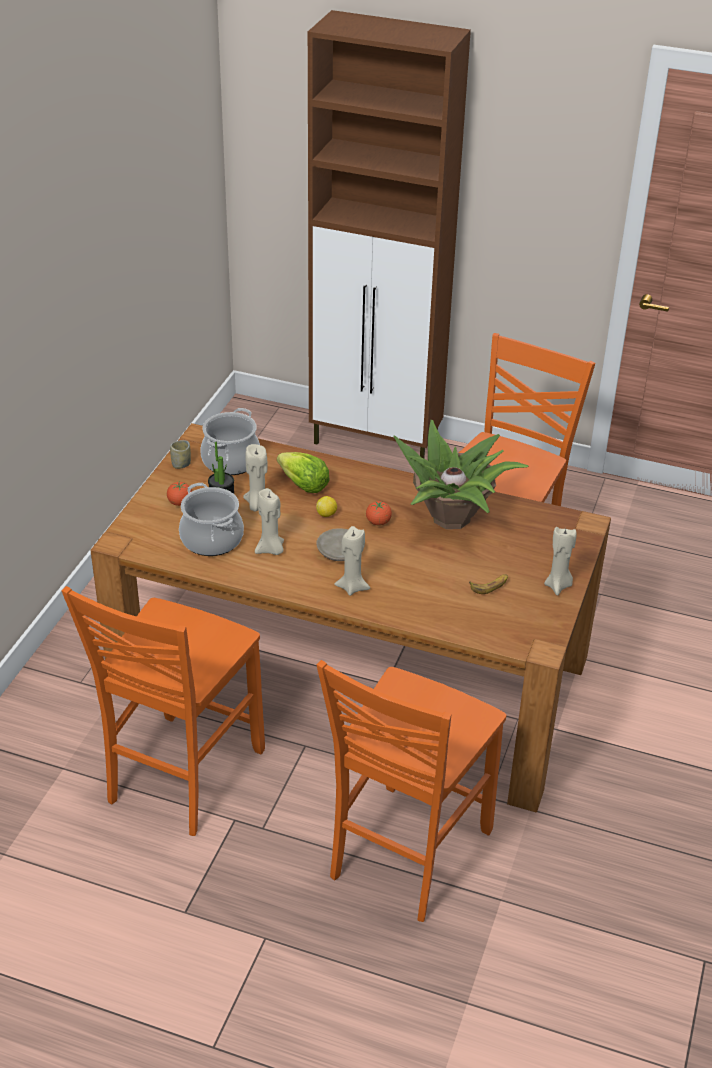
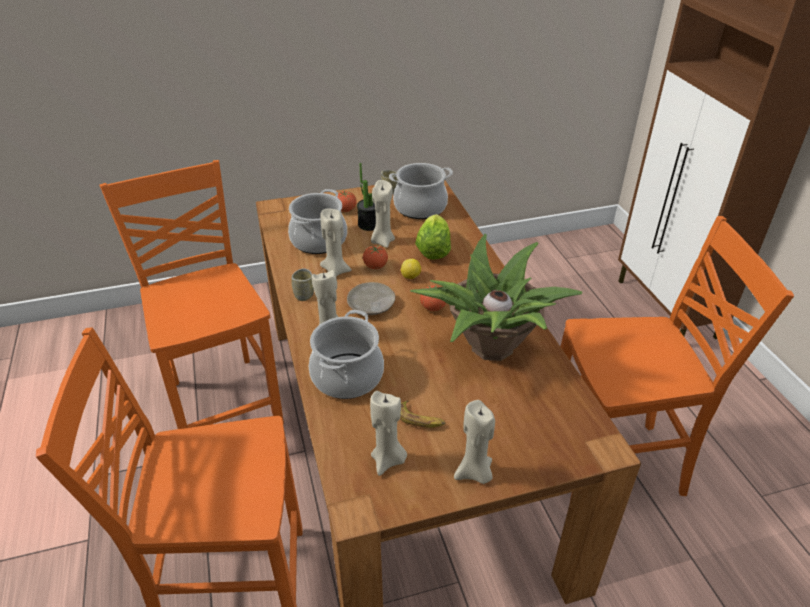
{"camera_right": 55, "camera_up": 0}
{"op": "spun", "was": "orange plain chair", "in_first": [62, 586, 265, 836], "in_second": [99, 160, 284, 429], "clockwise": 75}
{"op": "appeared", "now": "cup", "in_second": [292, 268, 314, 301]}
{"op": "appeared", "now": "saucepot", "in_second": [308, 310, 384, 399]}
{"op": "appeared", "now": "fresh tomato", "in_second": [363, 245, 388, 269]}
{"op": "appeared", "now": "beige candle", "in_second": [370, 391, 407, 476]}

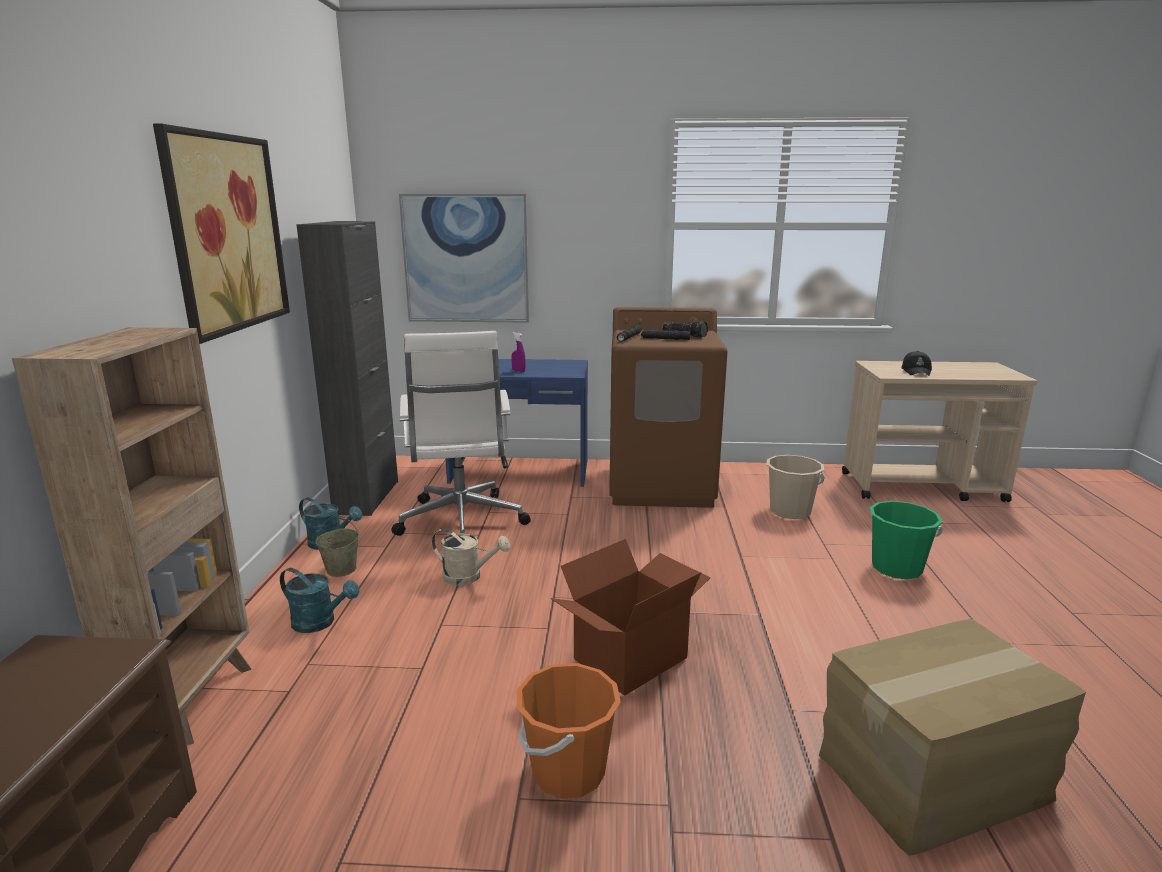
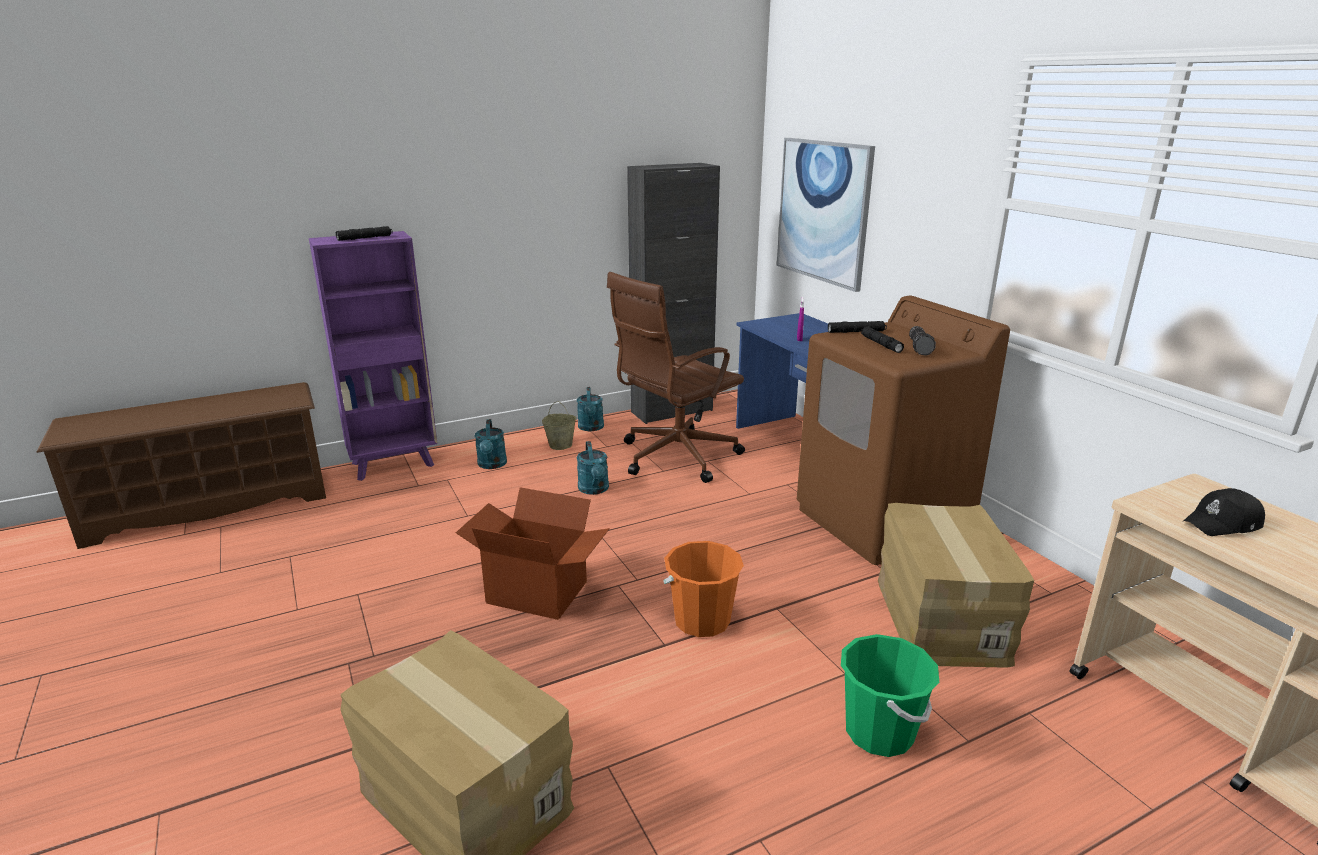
{"camera_right": 60, "camera_up": 5}
{"op": "colour", "was": "brown shelving unit", "now": "purple-coloured shelving unit", "in_first": [12, 327, 251, 746], "in_second": [309, 231, 438, 481]}
{"op": "missing", "was": "picture", "in_first": [153, 124, 290, 344]}
{"op": "colour", "was": "white-coloured office chair", "now": "brown office chair", "in_first": [391, 331, 530, 536], "in_second": [607, 272, 745, 483]}
{"op": "colour", "was": "beige sprinkling can", "now": "blue-green sprinkling can", "in_first": [432, 528, 510, 585], "in_second": [577, 441, 609, 495]}
{"op": "relocated", "was": "orange bucket", "in_first": [517, 663, 621, 799], "in_second": [663, 541, 744, 637]}
{"op": "exchanged", "was": "beige bucket", "now": "packing box", "in_first": [767, 455, 825, 519], "in_second": [878, 503, 1034, 668]}
{"op": "appeared", "now": "black torch", "in_second": [336, 226, 393, 241]}

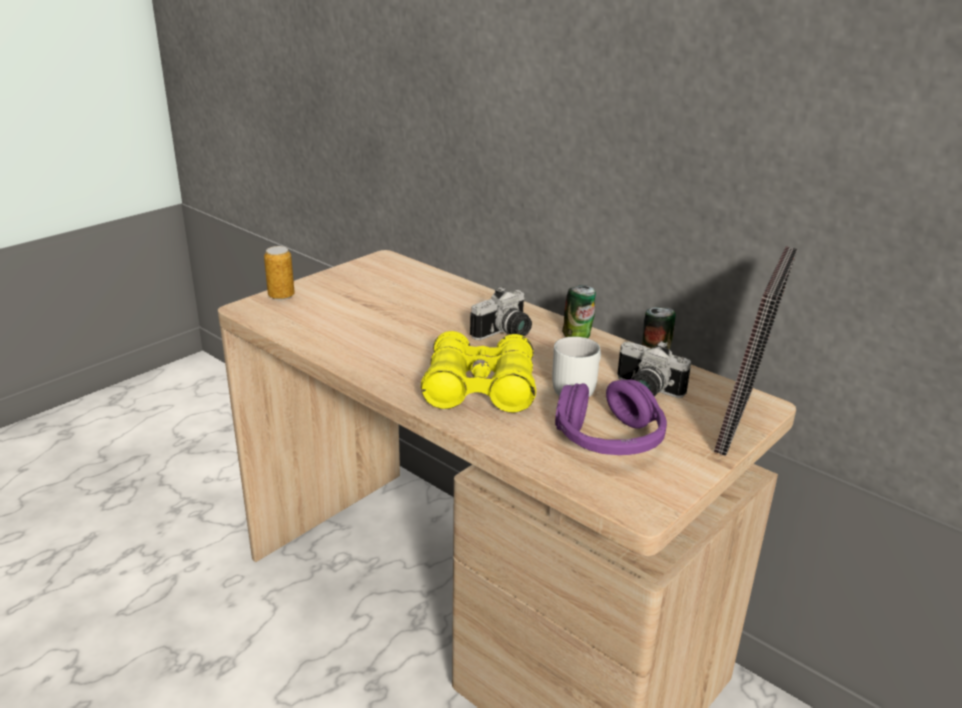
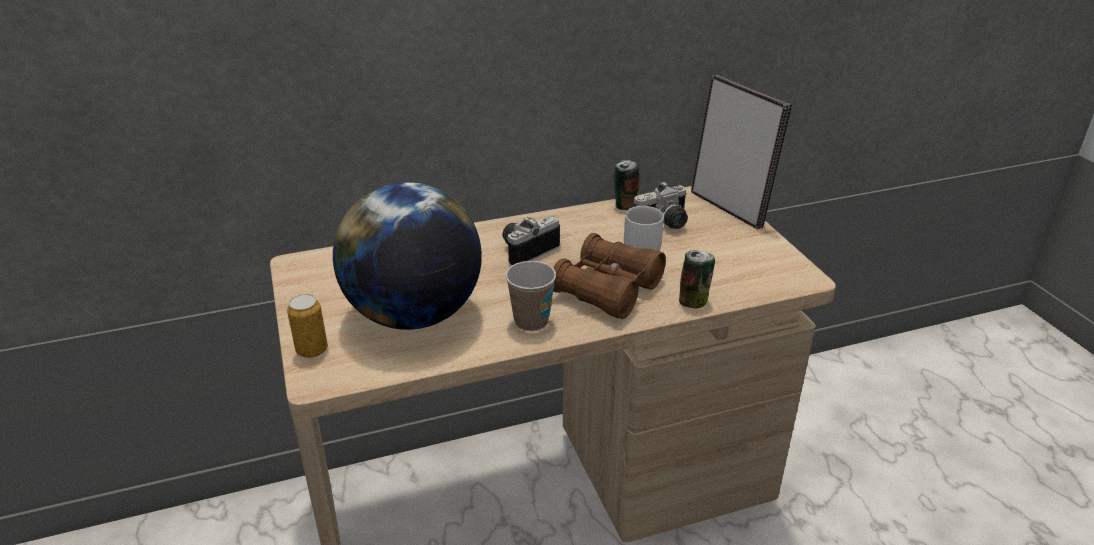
{"camera_right": -60, "camera_up": 5}
{"op": "colour", "was": "yellow pair of binoculars", "now": "brown pair of binoculars", "in_first": [421, 331, 536, 413], "in_second": [553, 233, 666, 319]}
{"op": "spun", "was": "still camera", "in_first": [470, 286, 532, 340], "in_second": [503, 216, 560, 266], "clockwise": -120}
{"op": "missing", "was": "purple-coloured headphones", "in_first": [555, 379, 667, 455]}
{"op": "relocated", "was": "sealed can", "in_first": [562, 285, 596, 338], "in_second": [679, 250, 715, 308]}
{"op": "appeared", "now": "desk globe", "in_second": [333, 182, 482, 330]}
{"op": "appeared", "now": "cup", "in_second": [505, 261, 556, 331]}

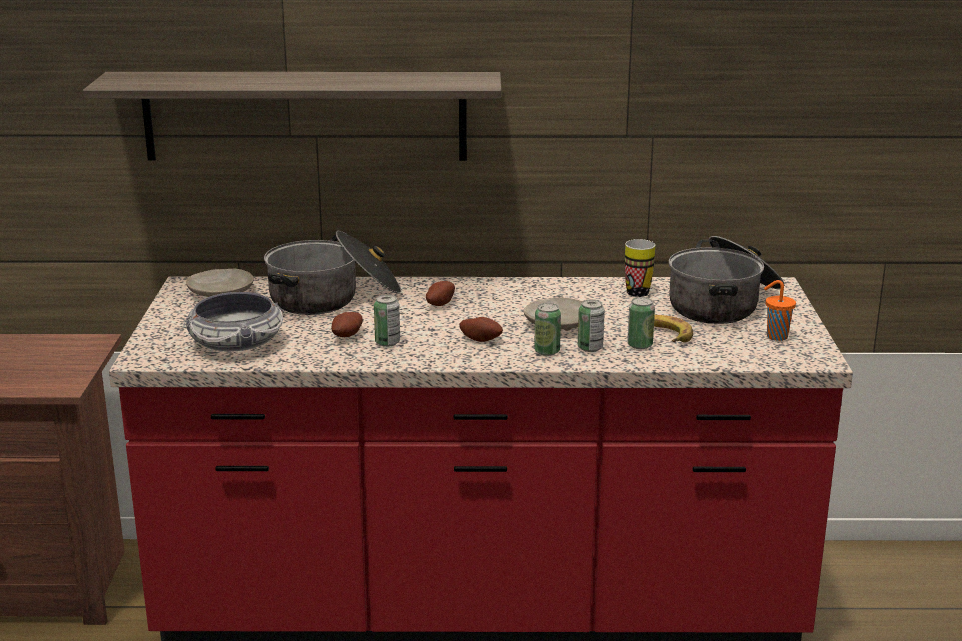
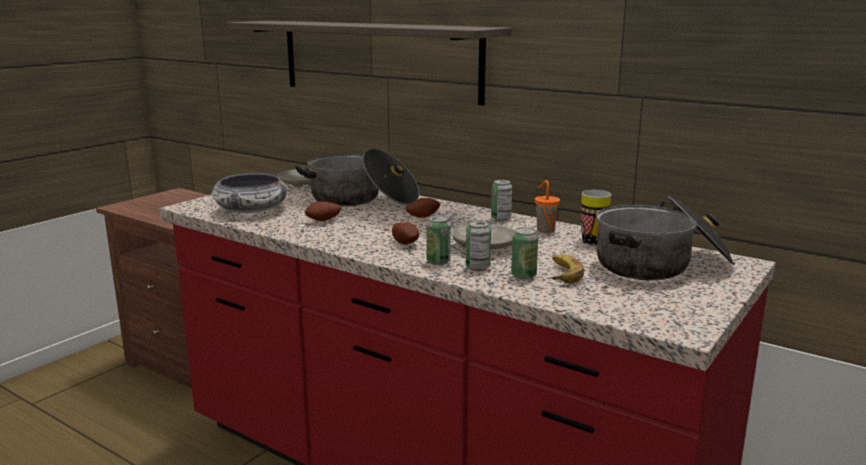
{"camera_right": 35, "camera_up": -5}
{"op": "relocated", "was": "sealed can", "in_first": [374, 295, 400, 347], "in_second": [491, 180, 512, 221]}
{"op": "relocated", "was": "orange cup", "in_first": [764, 280, 796, 341], "in_second": [535, 180, 560, 233]}

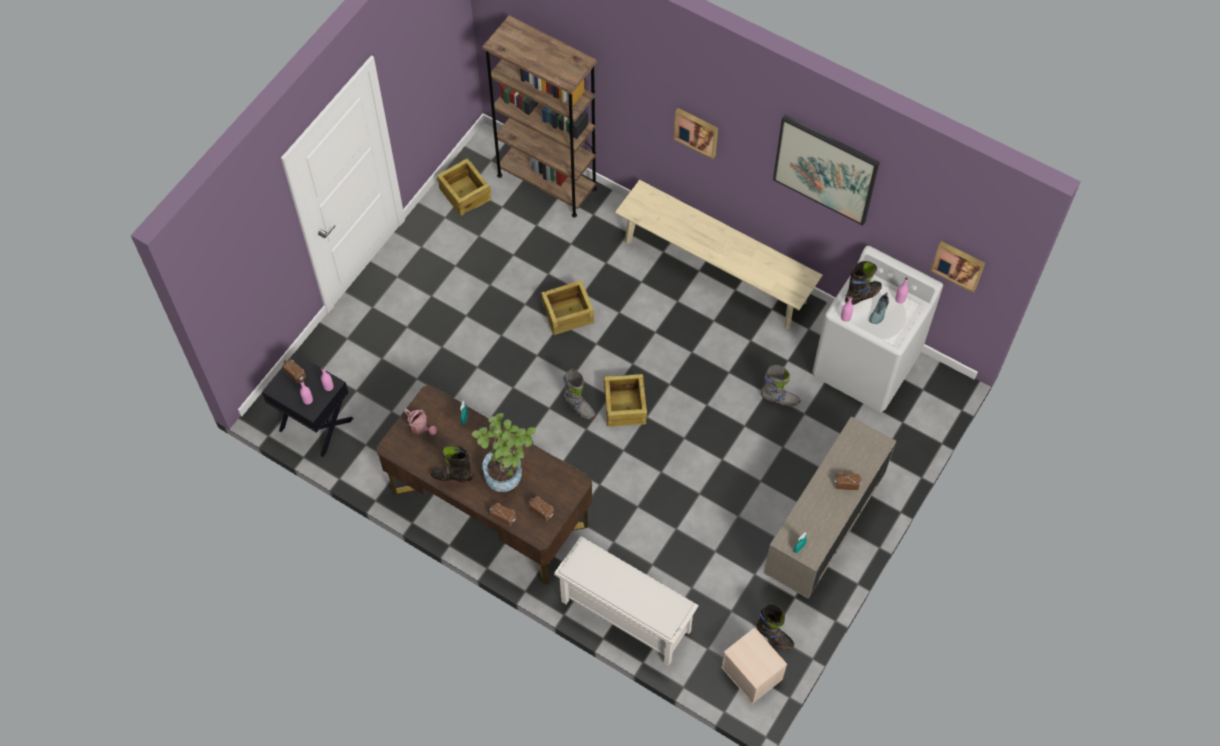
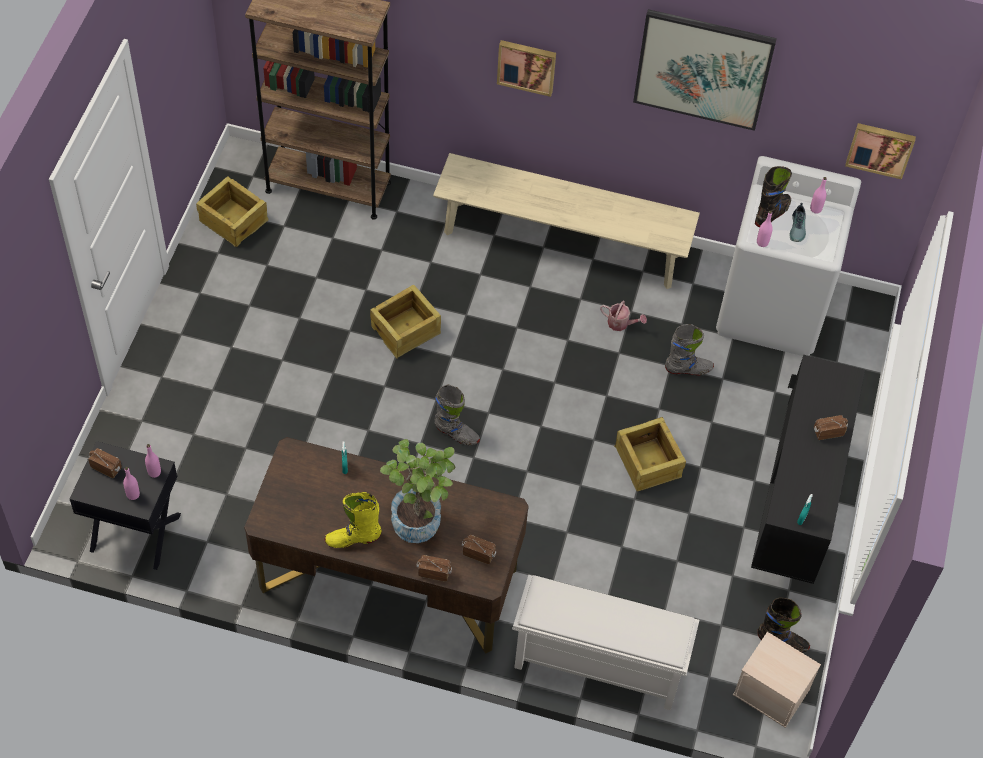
{"camera_right": -20, "camera_up": -5}
{"op": "relocated", "was": "sprinkling can", "in_first": [404, 408, 437, 435], "in_second": [600, 300, 647, 331]}
{"op": "colour", "was": "black boot", "now": "yellow boot", "in_first": [430, 444, 474, 483], "in_second": [325, 492, 382, 548]}
{"op": "relocated", "was": "packing crate", "in_first": [604, 374, 647, 427], "in_second": [614, 417, 686, 492]}
{"op": "colour", "was": "beige cabinet", "now": "black cabinet", "in_first": [764, 416, 896, 599], "in_second": [751, 355, 865, 584]}

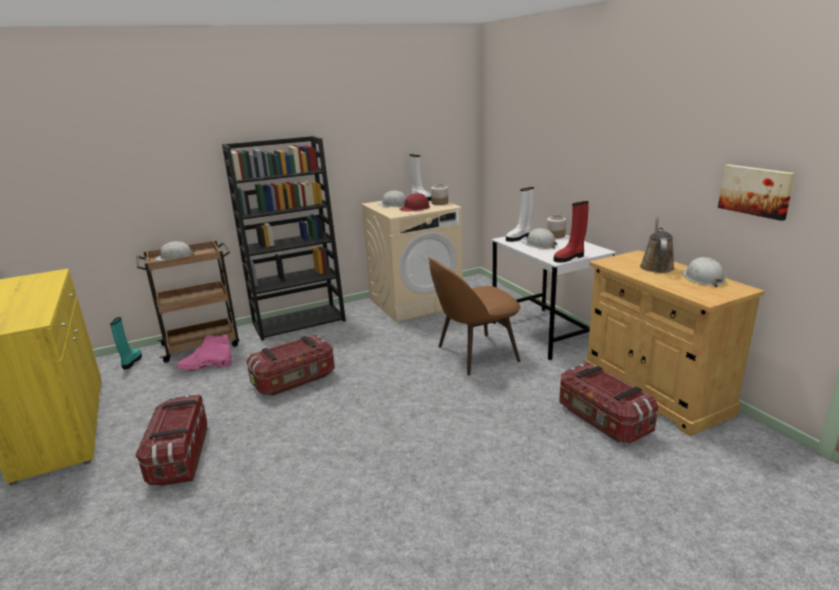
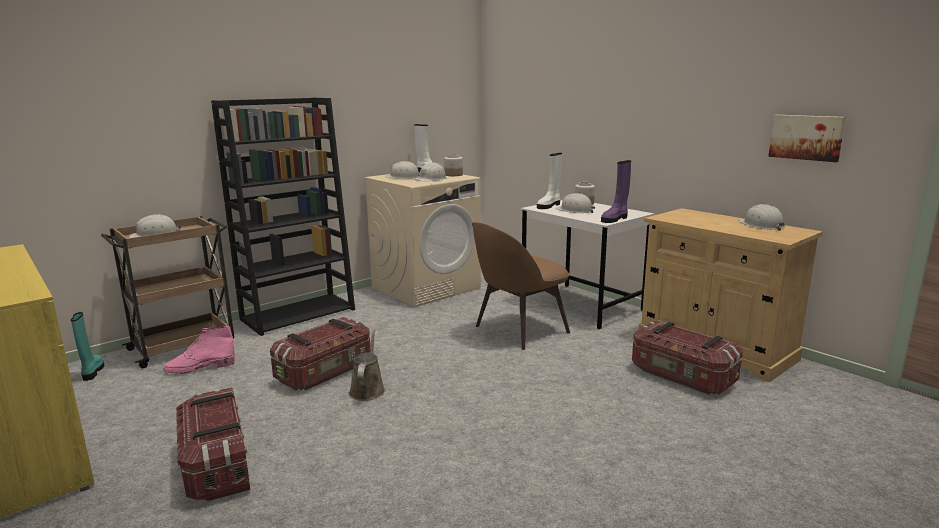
{"camera_right": -15, "camera_up": -5}
{"op": "colour", "was": "red-coloured safety helmet", "now": "white-coloured safety helmet", "in_first": [399, 193, 430, 212], "in_second": [414, 162, 447, 181]}
{"op": "colour", "was": "red-coloured boot", "now": "purple-coloured boot", "in_first": [554, 201, 589, 263], "in_second": [601, 160, 631, 223]}
{"op": "relocated", "was": "brown sprinkling can", "in_first": [640, 216, 675, 273], "in_second": [349, 330, 385, 401]}

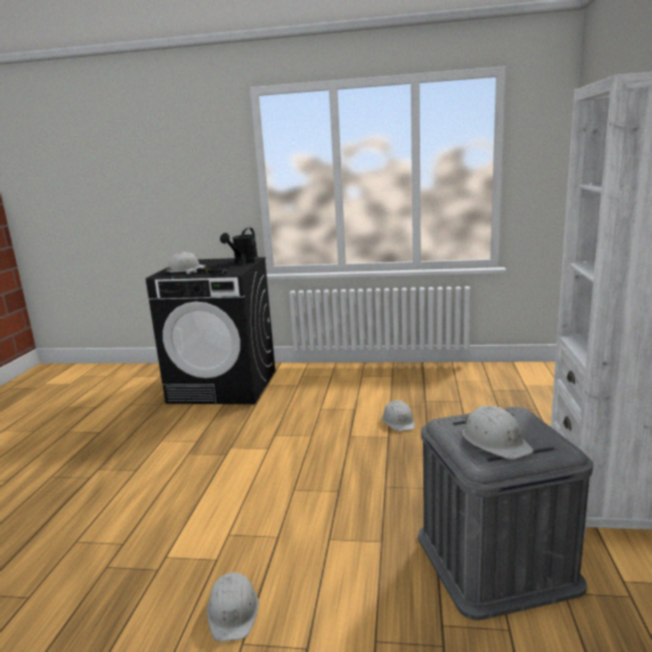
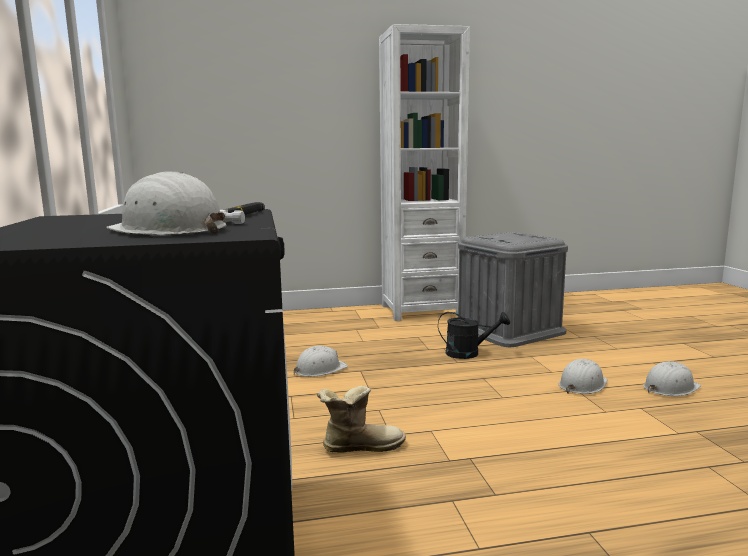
{"camera_right": -110, "camera_up": -5}
{"op": "relocated", "was": "black sprinkling can", "in_first": [220, 228, 258, 264], "in_second": [438, 312, 510, 359]}
{"op": "relocated", "was": "white-coloured safety helmet", "in_first": [463, 406, 534, 459], "in_second": [558, 359, 607, 394]}
{"op": "appeared", "now": "boot", "in_second": [317, 386, 406, 452]}

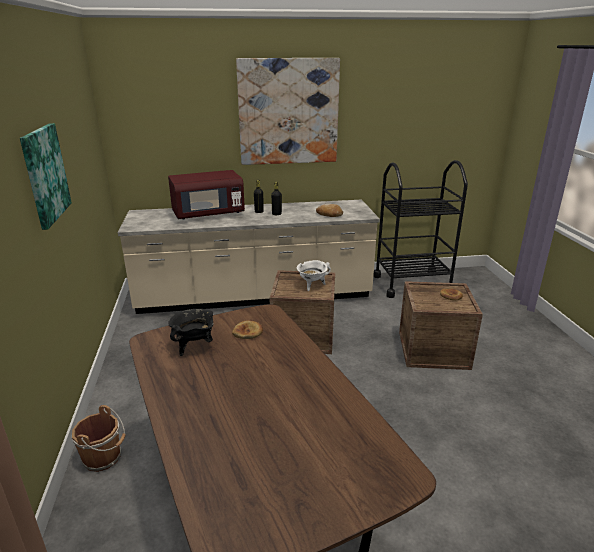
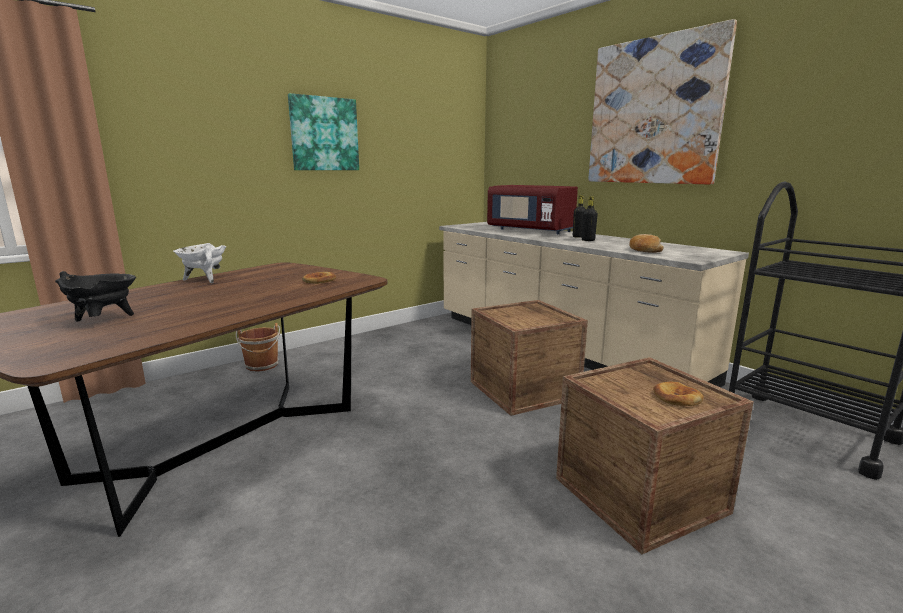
{"camera_right": 60, "camera_up": -10}
{"op": "relocated", "was": "black saucepot", "in_first": [168, 309, 213, 356], "in_second": [55, 271, 136, 322]}
{"op": "relocated", "was": "white-coloured saucepot", "in_first": [297, 260, 331, 291], "in_second": [173, 243, 226, 283]}

